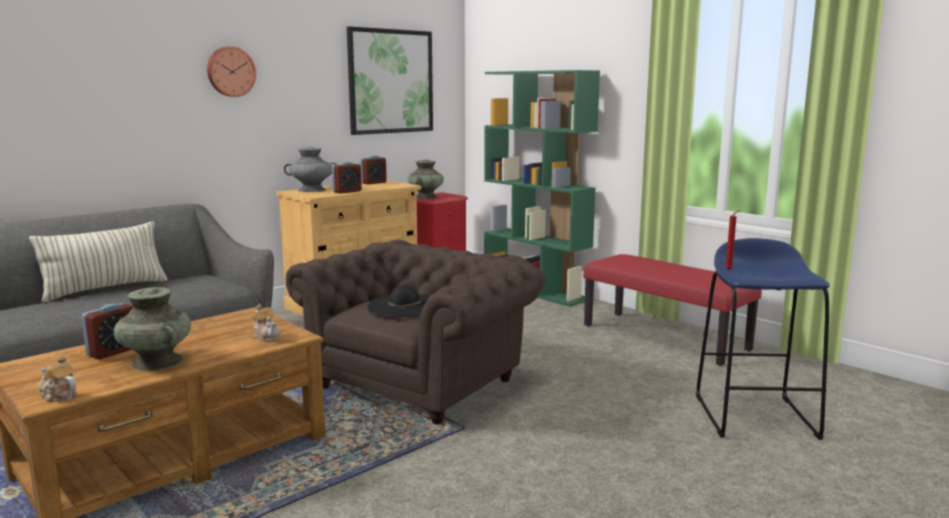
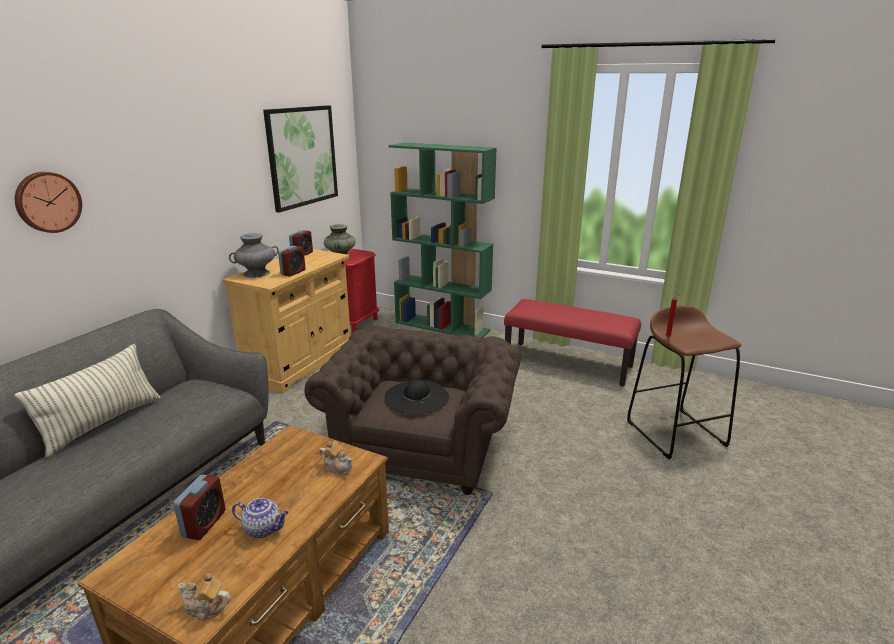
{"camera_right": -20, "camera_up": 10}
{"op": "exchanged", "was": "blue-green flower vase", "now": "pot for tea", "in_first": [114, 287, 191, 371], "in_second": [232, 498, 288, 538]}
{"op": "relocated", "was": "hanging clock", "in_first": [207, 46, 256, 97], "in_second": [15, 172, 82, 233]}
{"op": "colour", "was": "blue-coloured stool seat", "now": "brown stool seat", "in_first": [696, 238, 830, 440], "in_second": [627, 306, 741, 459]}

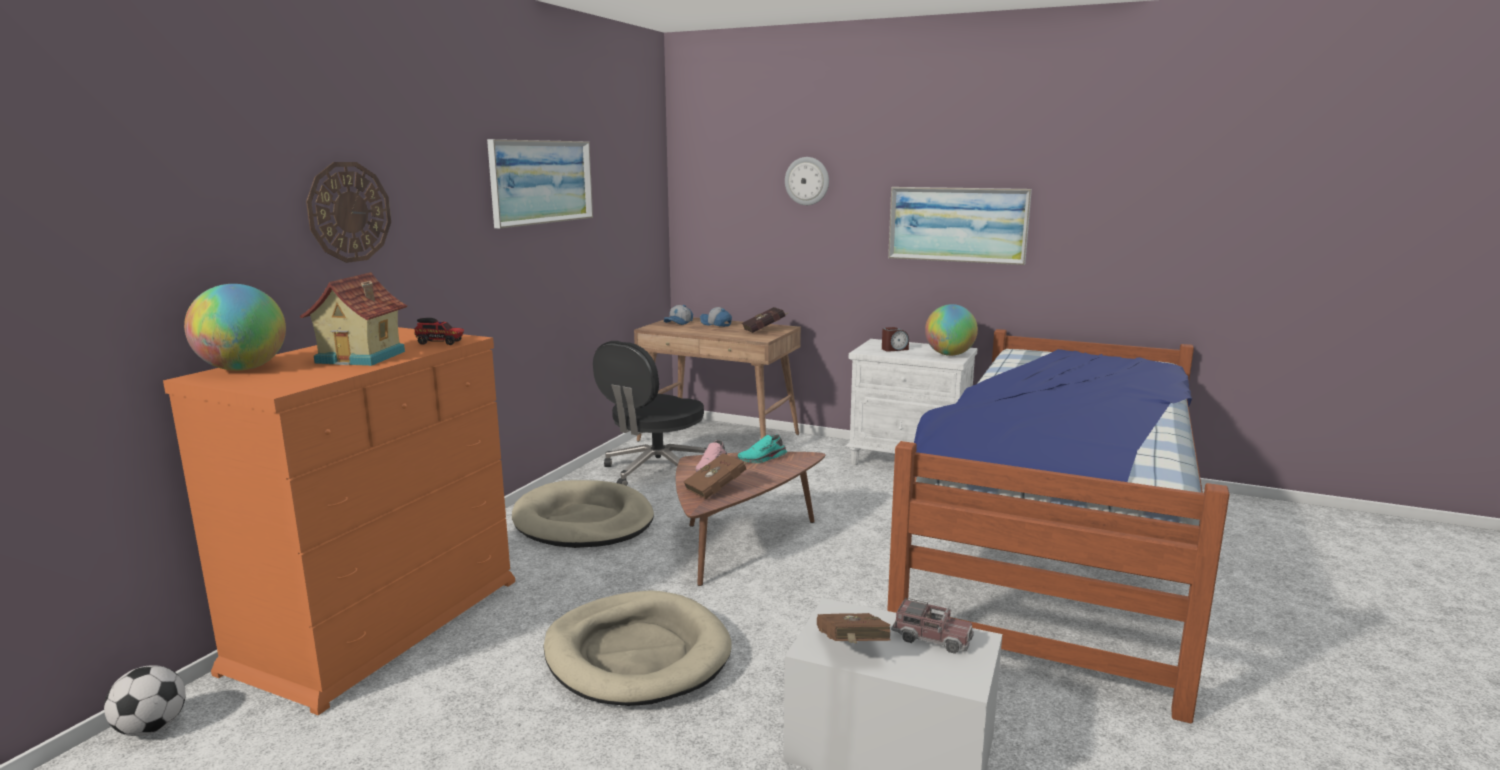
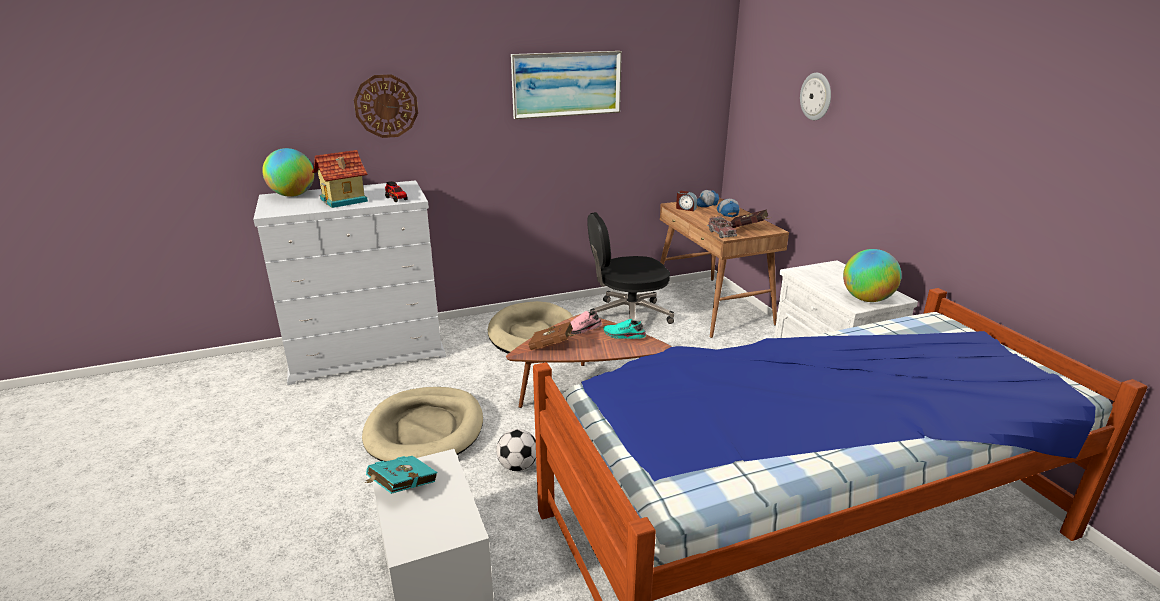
{"camera_right": 45, "camera_up": 10}
{"op": "relocated", "was": "football ball", "in_first": [104, 665, 186, 736], "in_second": [496, 429, 536, 471]}
{"op": "colour", "was": "orange dresser", "now": "white-coloured dresser", "in_first": [163, 327, 515, 715], "in_second": [253, 180, 446, 385]}
{"op": "colour", "was": "brown volume", "now": "blue-green volume", "in_first": [817, 613, 890, 644], "in_second": [364, 456, 438, 494]}
{"op": "relocated", "was": "bedside clock", "in_first": [882, 327, 909, 352], "in_second": [676, 191, 697, 211]}
{"op": "missing", "was": "picture", "in_first": [888, 187, 1032, 265]}
{"op": "relocated", "was": "toy truck", "in_first": [891, 598, 974, 654], "in_second": [707, 216, 737, 238]}

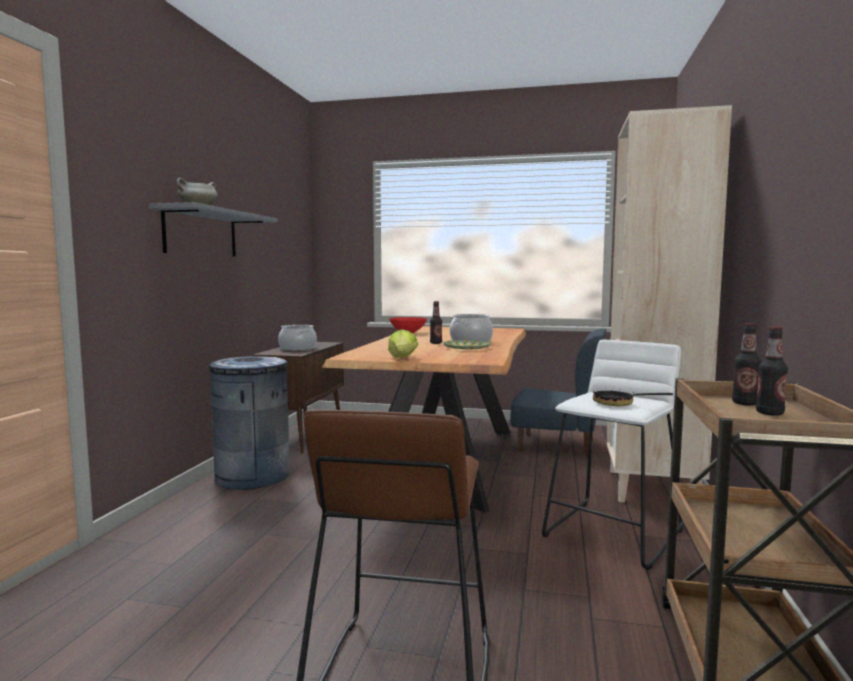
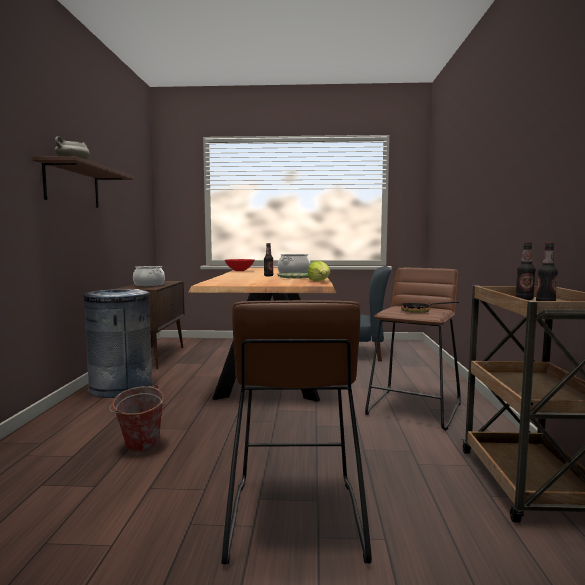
{"camera_right": -10, "camera_up": 0}
{"op": "colour", "was": "gray wall shelf", "now": "brown wall shelf", "in_first": [149, 202, 277, 257], "in_second": [32, 156, 134, 208]}
{"op": "relocated", "was": "lettuce head", "in_first": [388, 330, 418, 357], "in_second": [308, 261, 330, 281]}
{"op": "colour", "was": "white-coloured stool seat", "now": "brown stool seat", "in_first": [542, 340, 683, 570], "in_second": [365, 268, 461, 430]}
{"op": "missing", "was": "beige shelving unit", "in_first": [606, 105, 732, 503]}
{"op": "appeared", "now": "bucket", "in_second": [109, 384, 164, 452]}

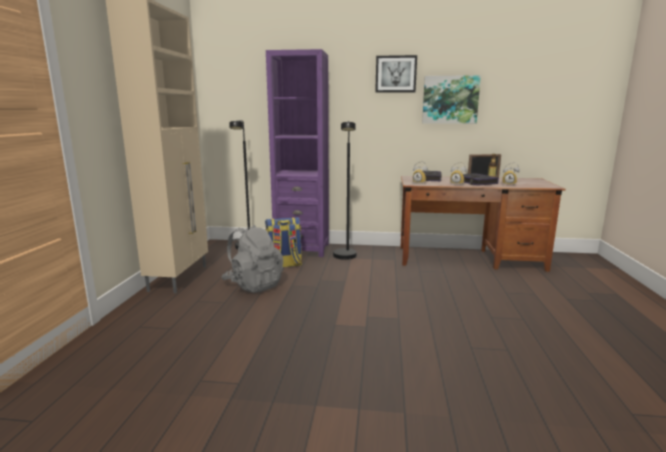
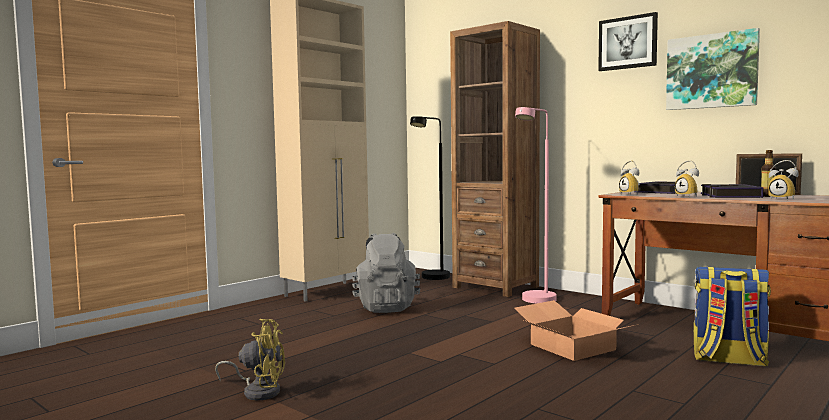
{"camera_right": 35, "camera_up": -10}
{"op": "relocated", "was": "backpack", "in_first": [265, 217, 302, 267], "in_second": [694, 267, 771, 367]}
{"op": "colour", "was": "purple-coloured shelving unit", "now": "brown shelving unit", "in_first": [266, 49, 329, 257], "in_second": [450, 21, 540, 297]}
{"op": "colour", "was": "black standing lamp", "now": "pink standing lamp", "in_first": [333, 121, 357, 260], "in_second": [515, 107, 557, 304]}
{"op": "appeared", "now": "yellow cooling fan", "in_second": [215, 319, 285, 400]}
{"op": "appeared", "now": "packing box", "in_second": [514, 300, 639, 361]}

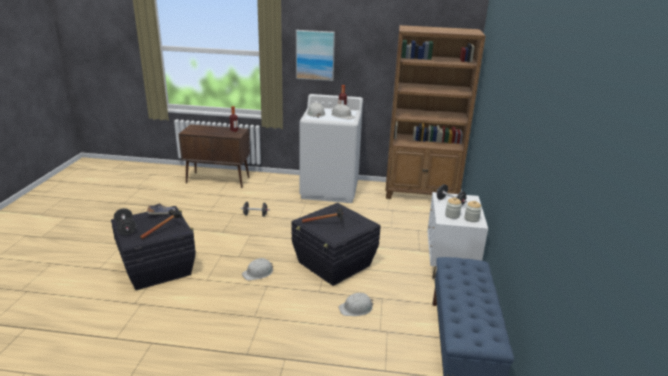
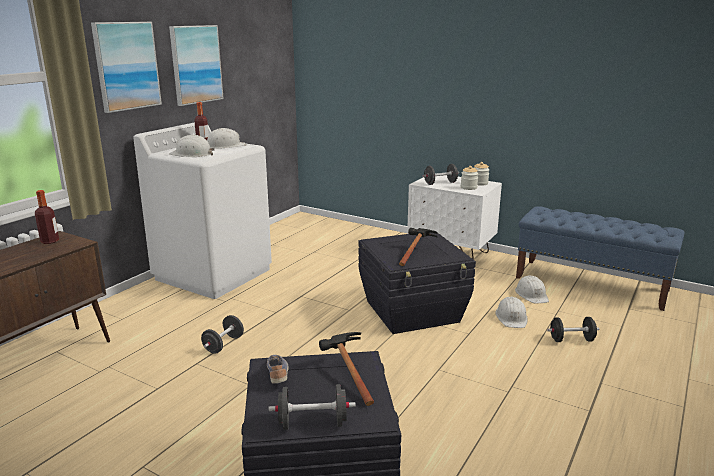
{"camera_right": -65, "camera_up": -5}
{"op": "relocated", "was": "white-coloured safety helmet", "in_first": [242, 258, 273, 280], "in_second": [515, 275, 549, 304]}
{"op": "missing", "was": "brown shelving unit", "in_first": [385, 25, 486, 199]}
{"op": "appeared", "now": "picture", "in_second": [169, 25, 224, 106]}
{"op": "appeared", "now": "black dumbbell", "in_second": [547, 317, 599, 342]}

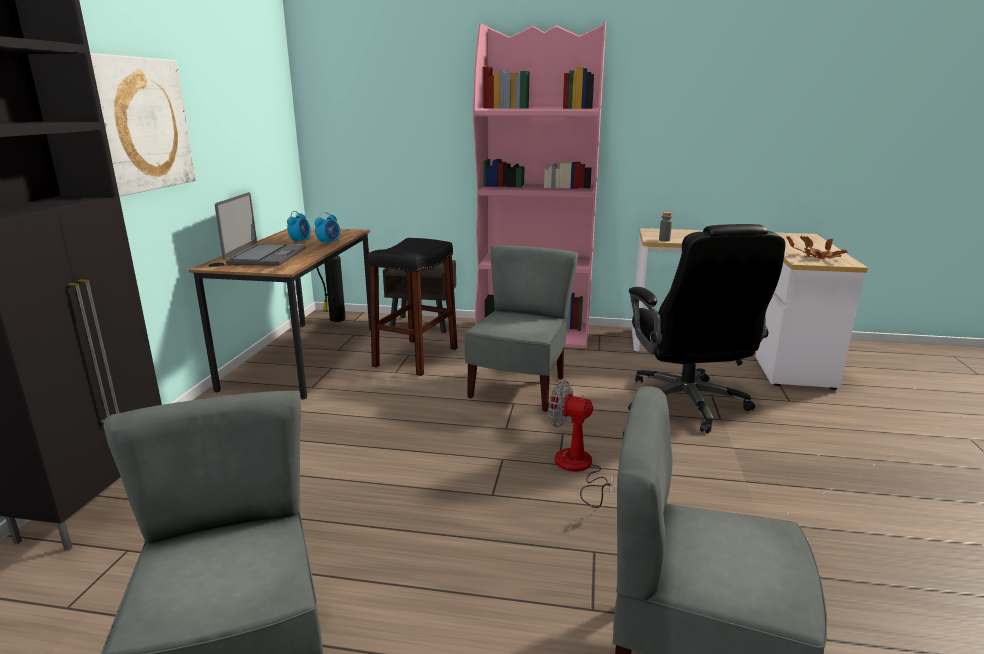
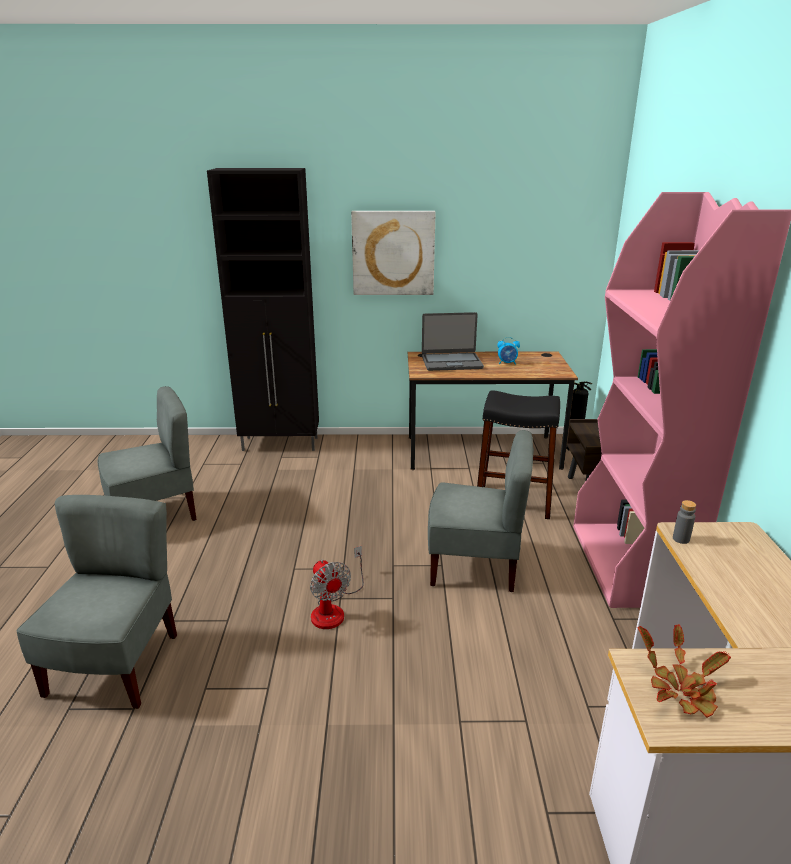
{"camera_right": 80, "camera_up": 5}
{"op": "missing", "was": "bedside clock", "in_first": [314, 212, 340, 246]}
{"op": "spun", "was": "cooling fan", "in_first": [548, 381, 614, 508], "in_second": [310, 546, 364, 629], "clockwise": 135}
{"op": "missing", "was": "black office chair", "in_first": [628, 224, 785, 434]}

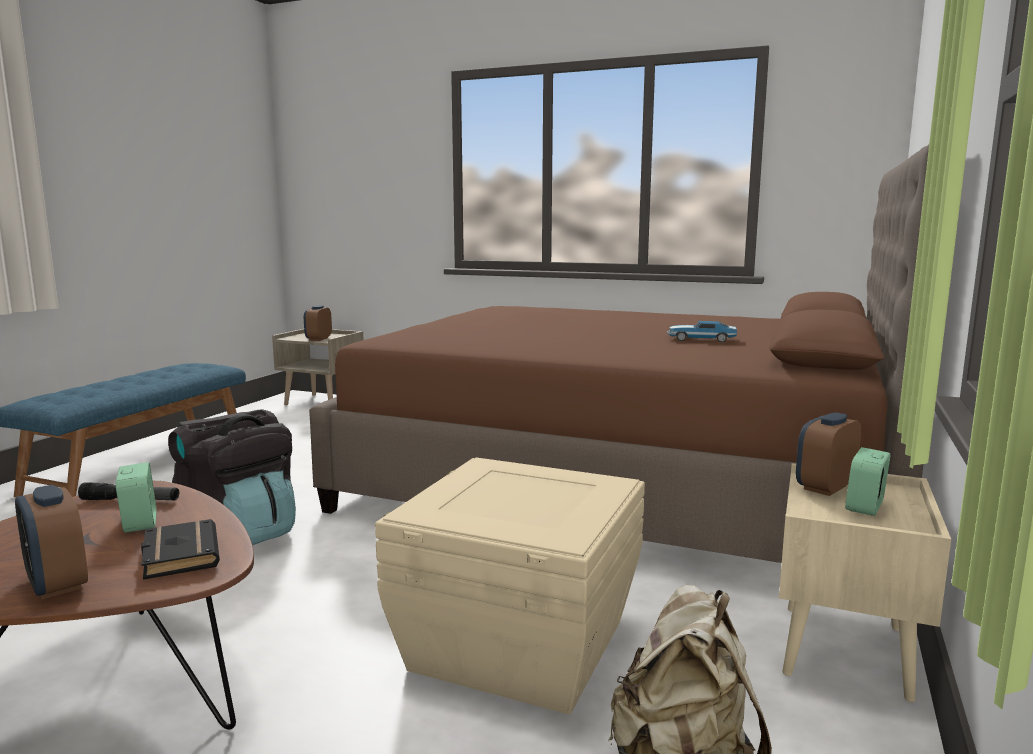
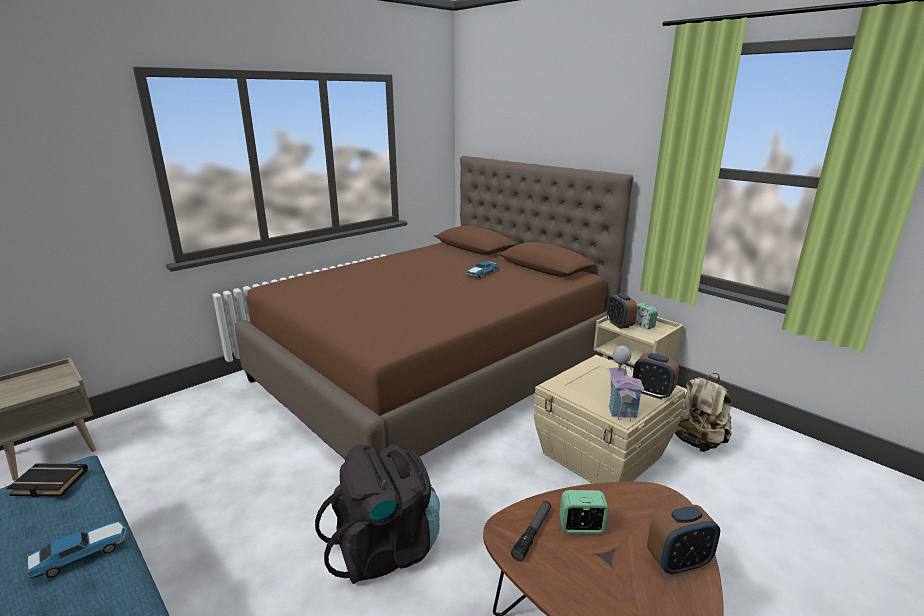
{"camera_right": -65, "camera_up": 10}
{"op": "relocated", "was": "black volume", "in_first": [141, 519, 220, 580], "in_second": [6, 464, 88, 498]}
{"op": "relocated", "was": "bedside clock", "in_first": [304, 305, 332, 341], "in_second": [632, 353, 679, 399]}
{"op": "appeared", "now": "miniature car", "in_second": [27, 521, 127, 578]}
{"op": "appeared", "now": "miniature house", "in_second": [608, 346, 644, 422]}

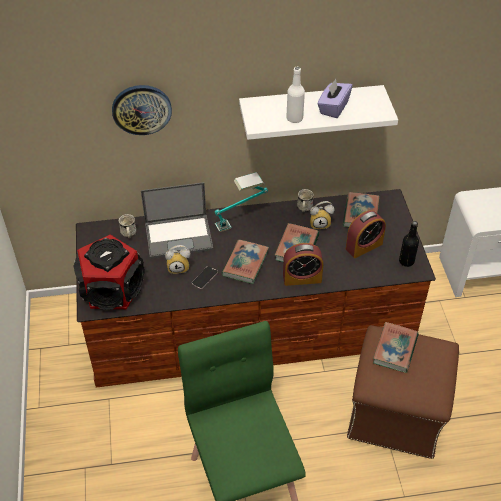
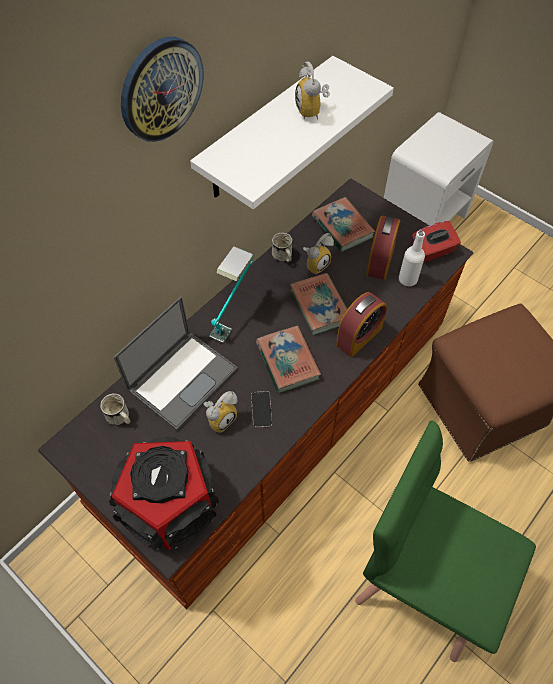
{"camera_right": -40, "camera_up": 10}
{"op": "relocated", "was": "hanging clock", "in_first": [112, 85, 172, 135], "in_second": [121, 37, 204, 142]}
{"op": "relocated", "was": "white-coloured drink bottle", "in_first": [286, 67, 305, 123], "in_second": [399, 231, 425, 286]}
{"op": "exchanged", "was": "purple-coloured tissue box", "now": "bedside clock", "in_first": [318, 79, 352, 118], "in_second": [295, 62, 330, 119]}
{"op": "missing", "was": "volume", "in_first": [373, 322, 419, 373]}
{"op": "exchanged", "was": "black drink bottle", "now": "red-coloured tissue box", "in_first": [399, 221, 419, 267], "in_second": [412, 221, 461, 262]}

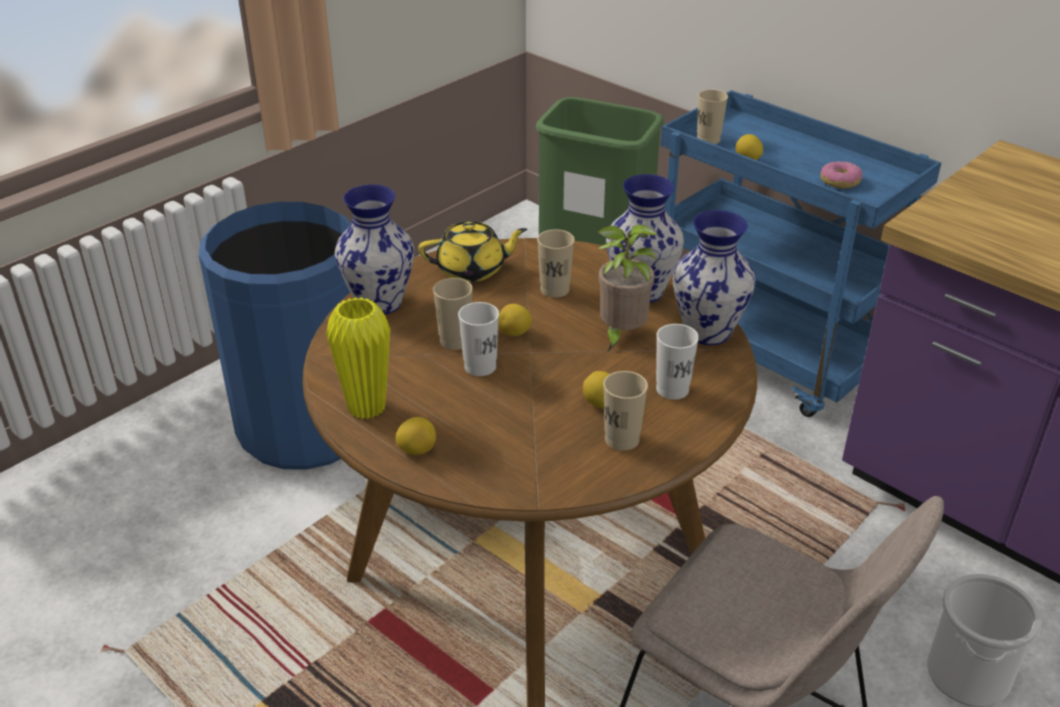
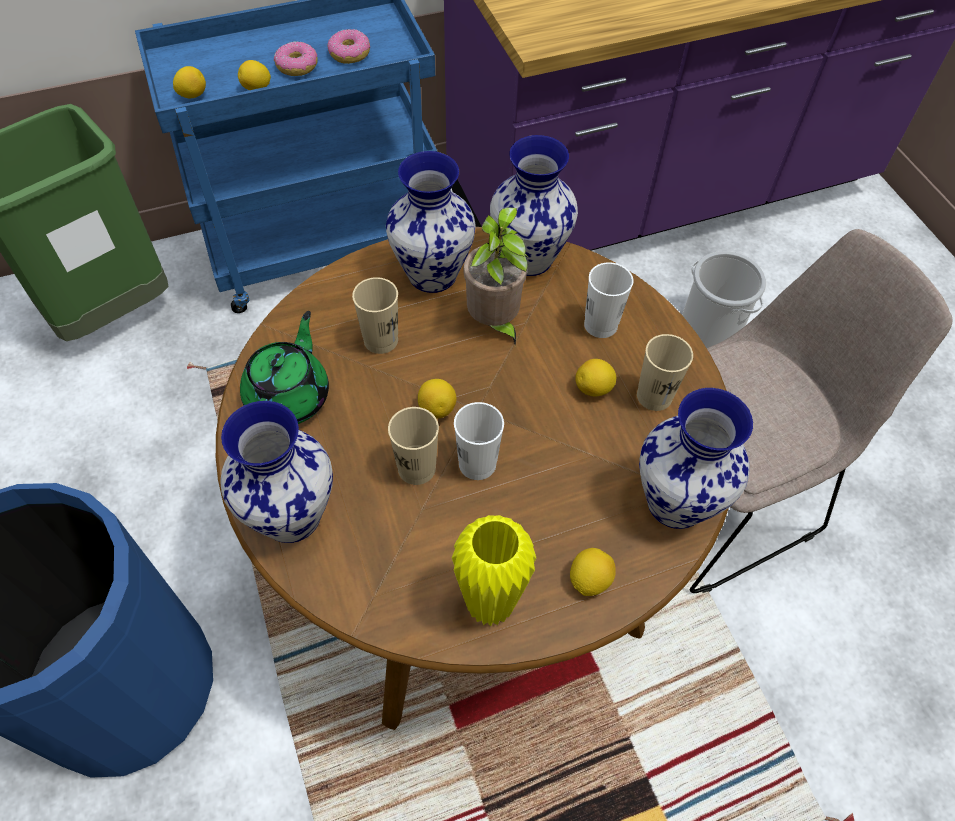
{"camera_right": -65, "camera_up": 20}
{"op": "colour", "was": "yellow pot for tea", "now": "green pot for tea", "in_first": [419, 222, 527, 282], "in_second": [240, 311, 329, 424]}
{"op": "exchanged", "was": "beige cup", "now": "whole lemon", "in_first": [697, 89, 728, 144], "in_second": [173, 66, 206, 98]}
{"op": "appeared", "now": "doughnut", "in_second": [274, 41, 318, 76]}
{"op": "appeared", "now": "flower vase", "in_second": [639, 388, 753, 529]}

